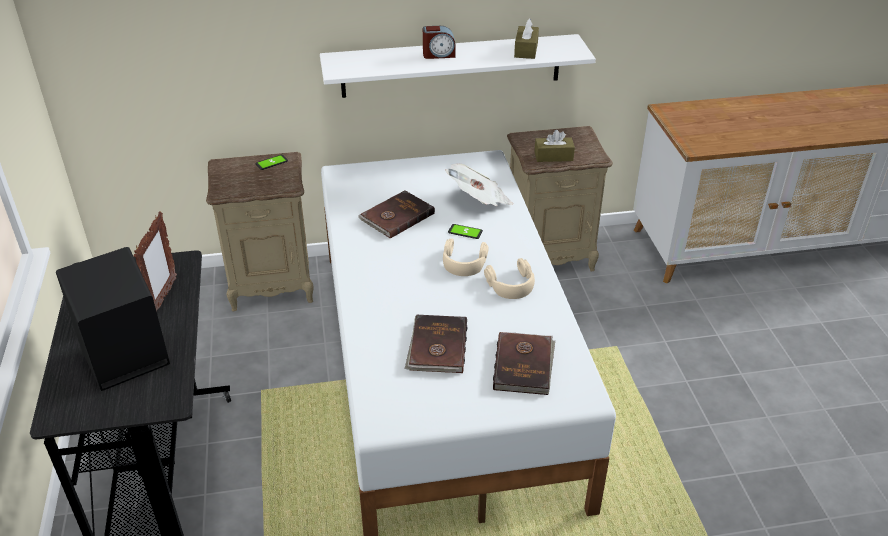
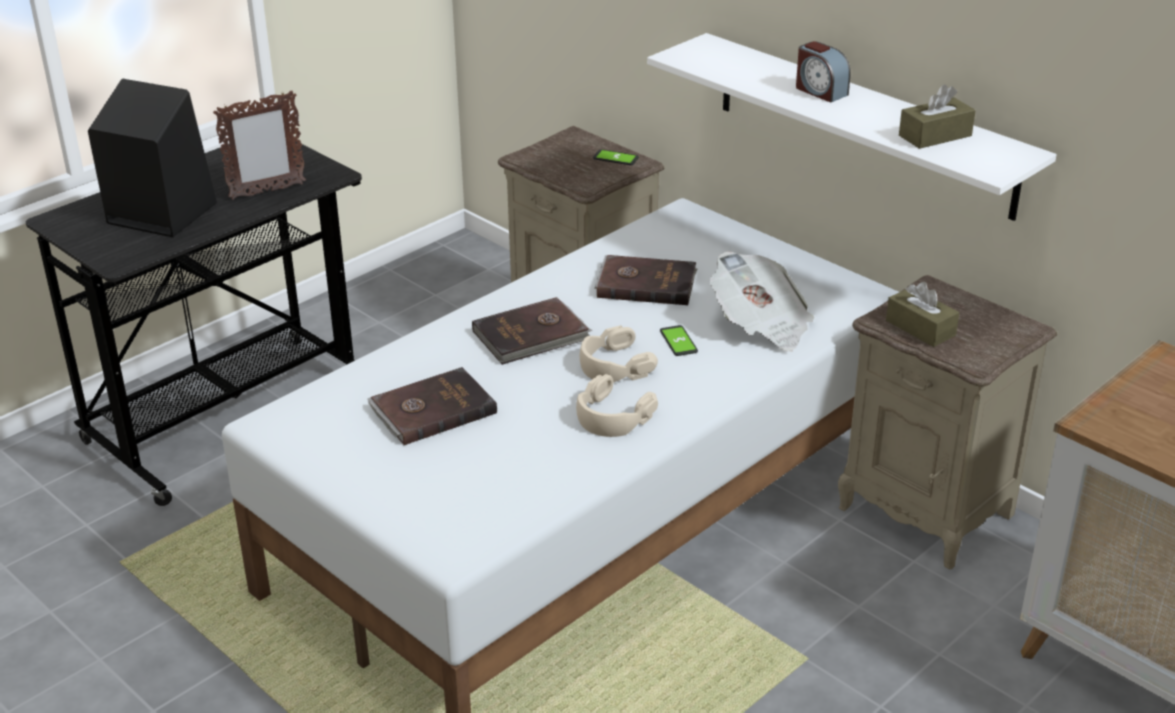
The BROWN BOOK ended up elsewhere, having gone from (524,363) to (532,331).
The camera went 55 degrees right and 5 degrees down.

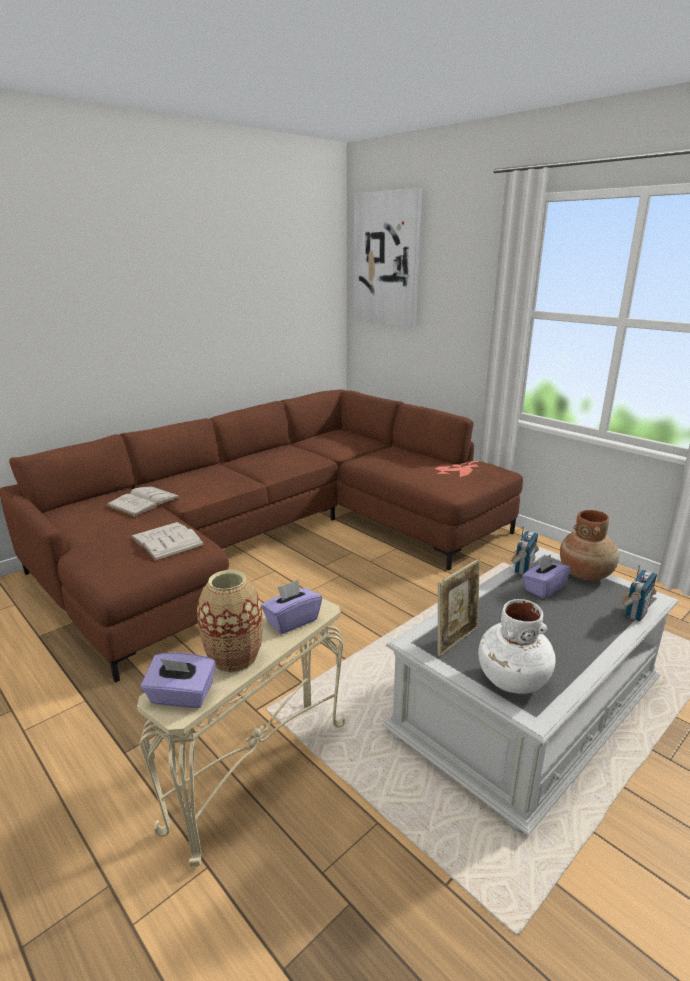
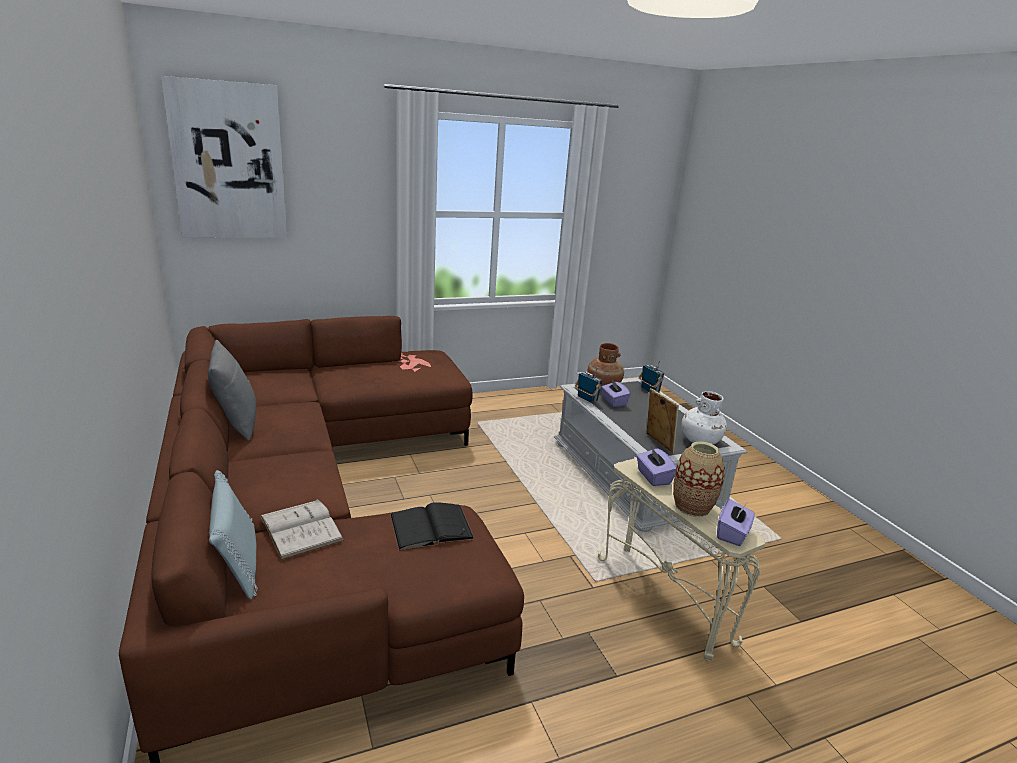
What was the WHITE BOOK at (168,541) turned into the BLACK BOOK at (432,526).
The second view gained the GREY PILLOW at (232,390).
The second view gained the BLUE PILLOW at (233,534).
The camera went 70 degrees left and 0 degrees up.

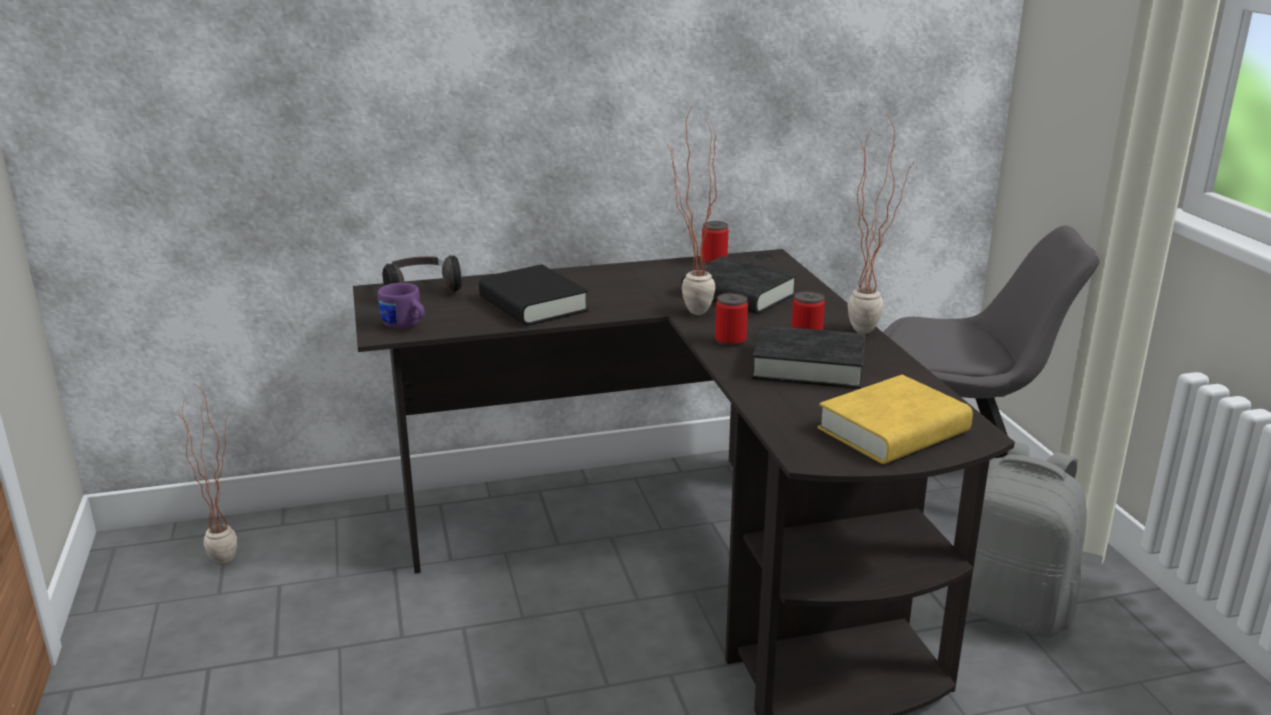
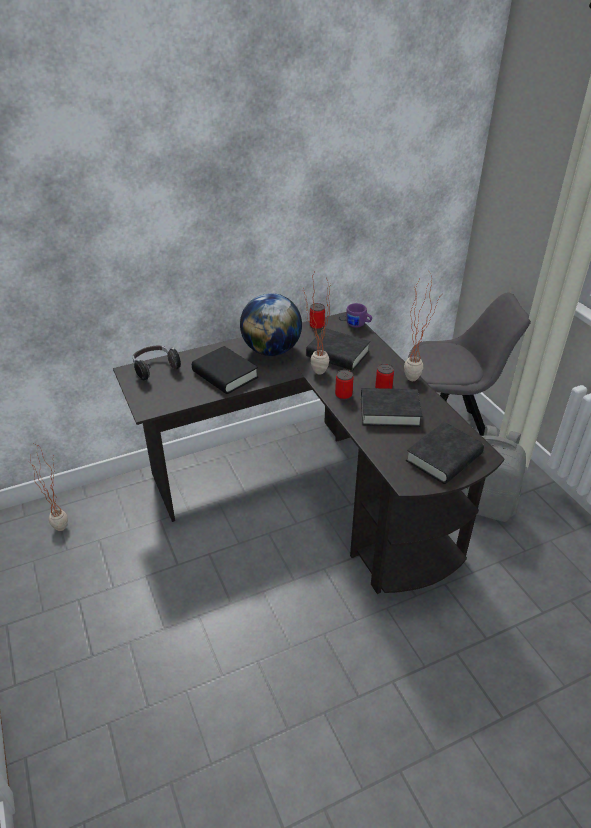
The PURPLE MUG ended up elsewhere, having gone from (401,306) to (359,315).
What was the YELLOW BOOK at (895,419) turned into the BLACK BOOK at (445,453).
The second view gained the GLOBE at (271,324).
The camera went 10 degrees left and 15 degrees up.

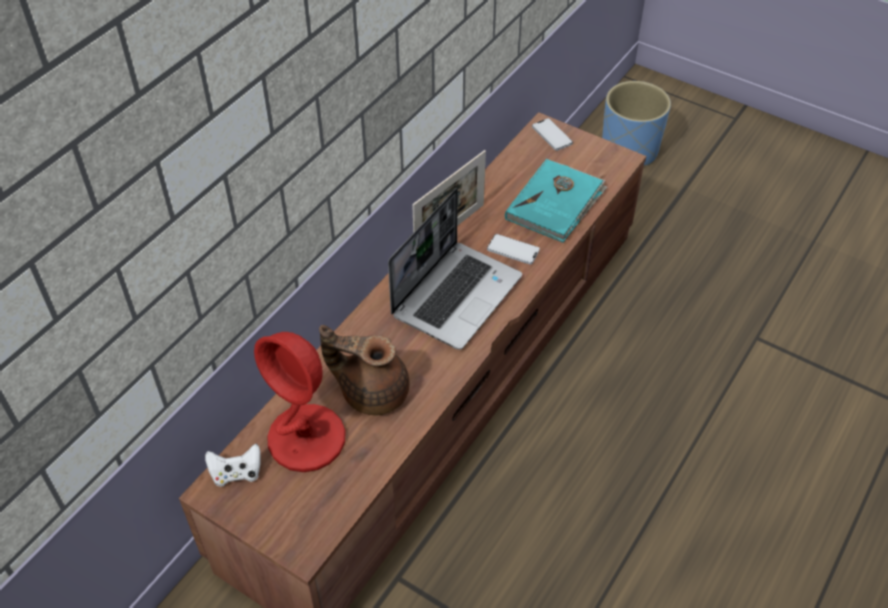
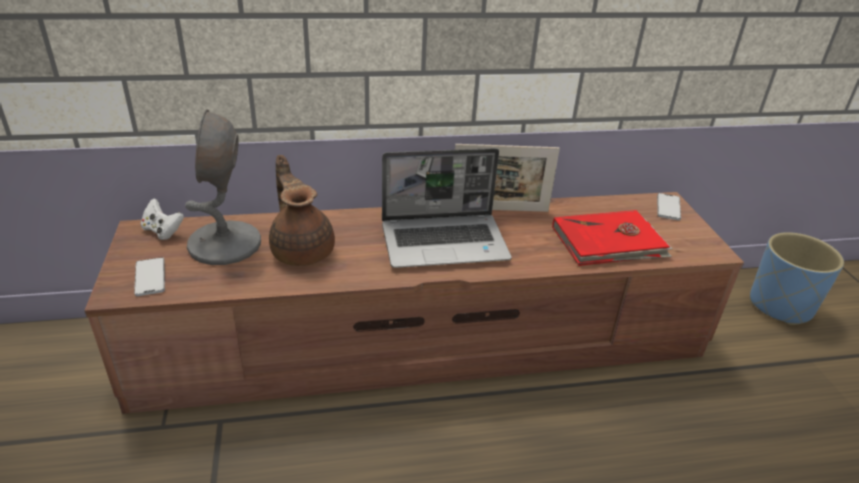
What was the RED TABLE LAMP at (300,402) turned into the GREY TABLE LAMP at (223,187).
The PHONE ended up elsewhere, having gone from (513,249) to (149,276).
What was the TURQUOISE BOOK at (556,201) turned into the RED BOOK at (612,238).
The camera went 45 degrees right and 15 degrees down.

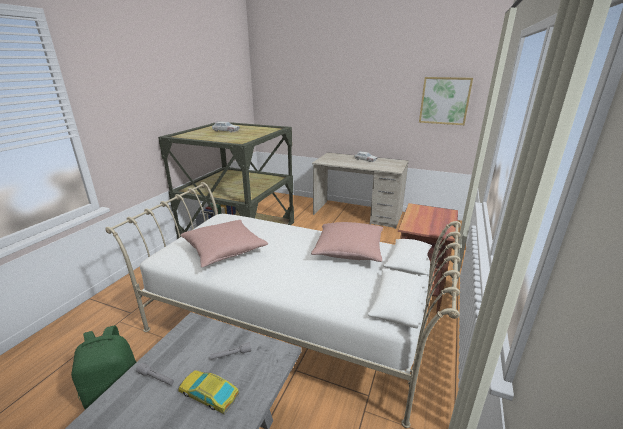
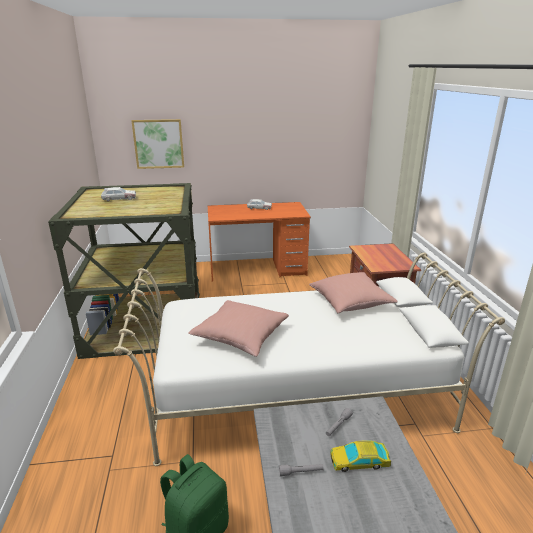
What was the BEIGE DESK at (360,190) turned into the ORANGE DESK at (259,242).
The PICTURE ended up elsewhere, having gone from (446,101) to (157,144).
The camera went 30 degrees left and 0 degrees up.

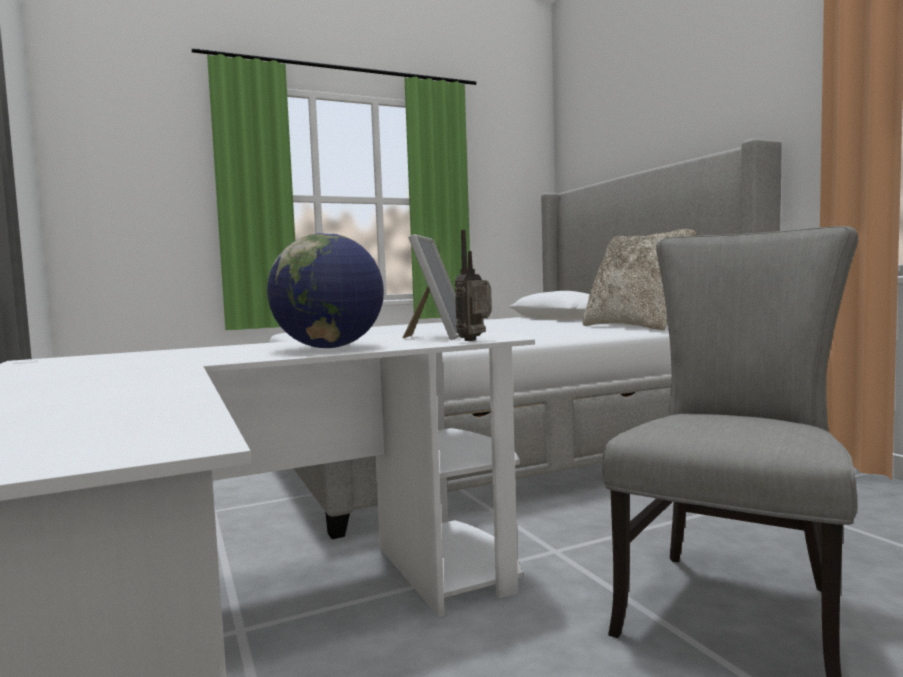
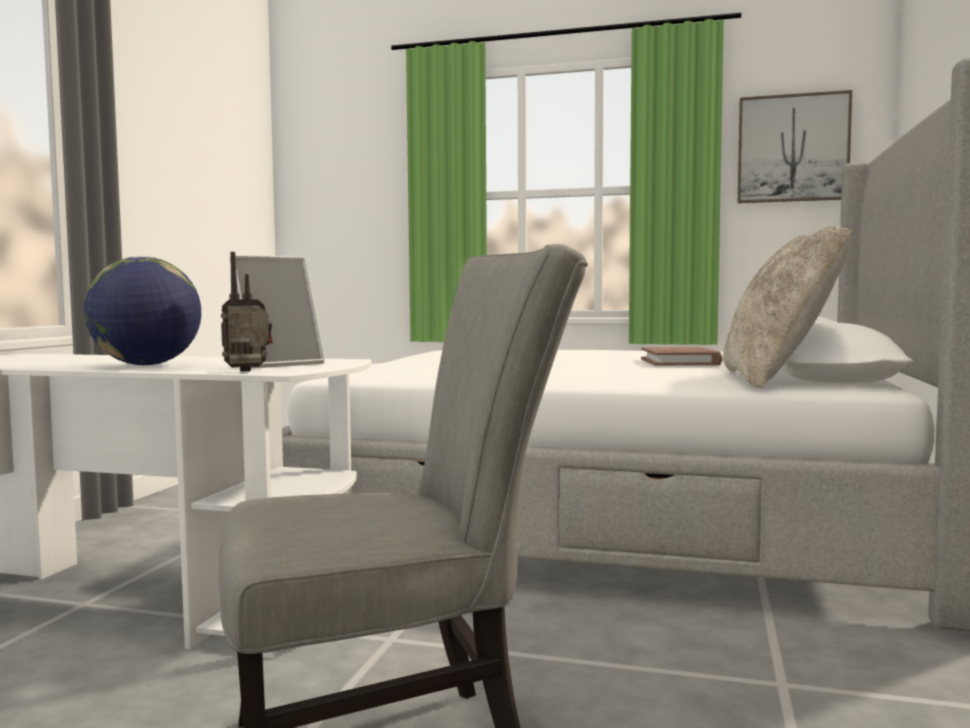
The second view gained the BROWN BOOK at (682,356).
The second view gained the PICTURE at (795,146).
The camera went 40 degrees right and 0 degrees up.

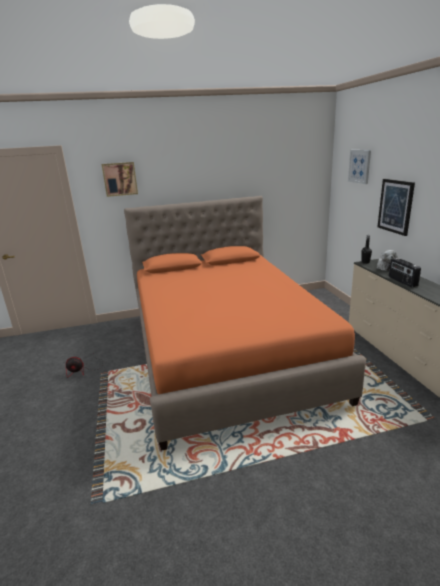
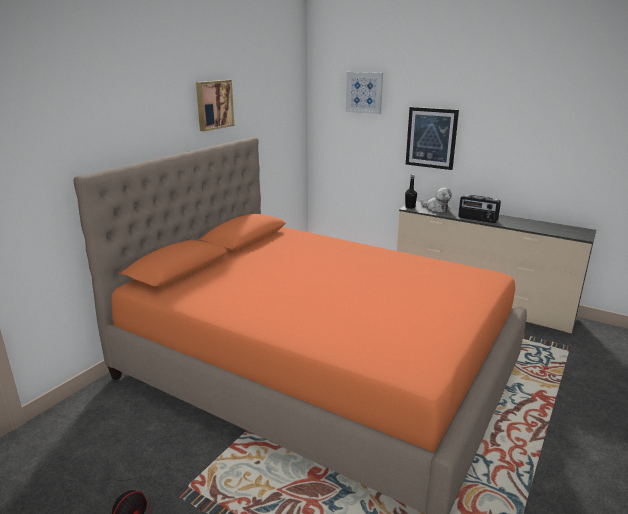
The PICTURE ended up elsewhere, having gone from (120,179) to (215,105).
The camera went 45 degrees left and 0 degrees up.

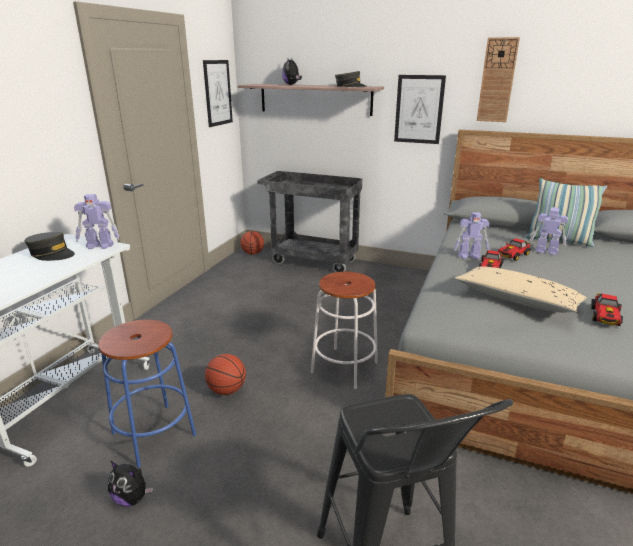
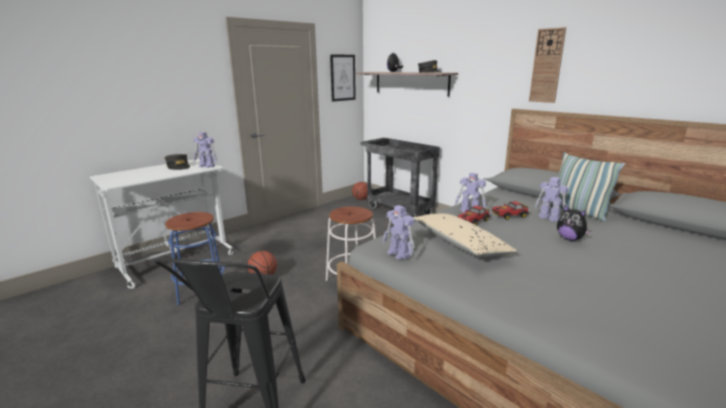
The PLUSH TOY ended up elsewhere, having gone from (130,484) to (574,223).
The second view lost the PICTURE at (420,109).
The second view lost the TOY CAR at (607,309).
The second view gained the TOY ROBOT at (399,232).
The camera went 25 degrees right and 5 degrees down.

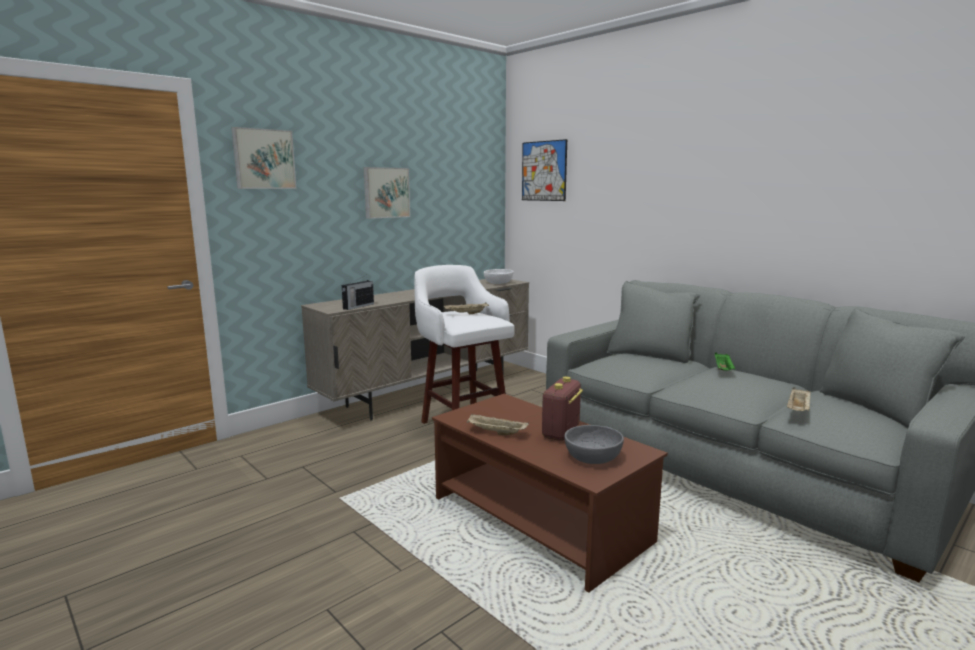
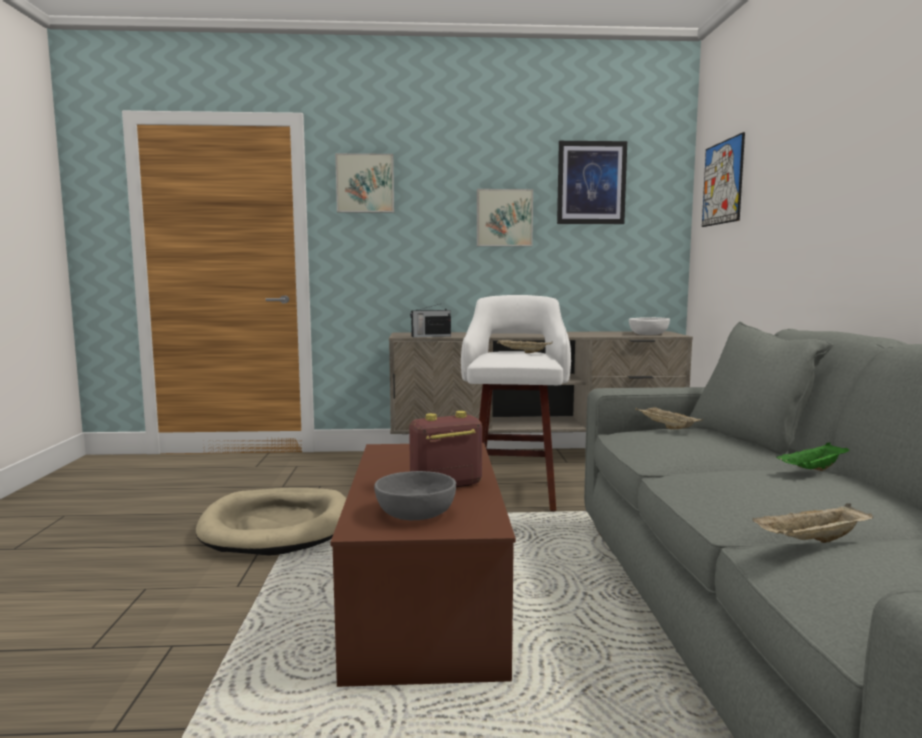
The BEIGE TRAY ended up elsewhere, having gone from (498,424) to (669,418).
The second view gained the BEIGE DOG BED at (271,522).
The second view gained the PICTURE at (592,182).
The camera went 40 degrees right and 5 degrees down.

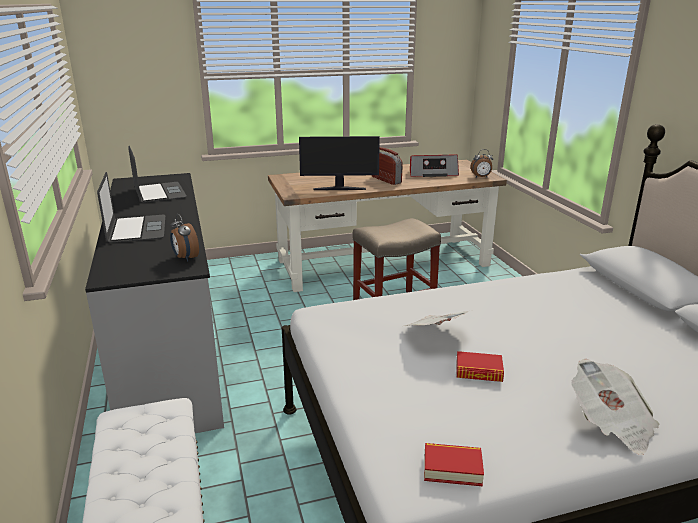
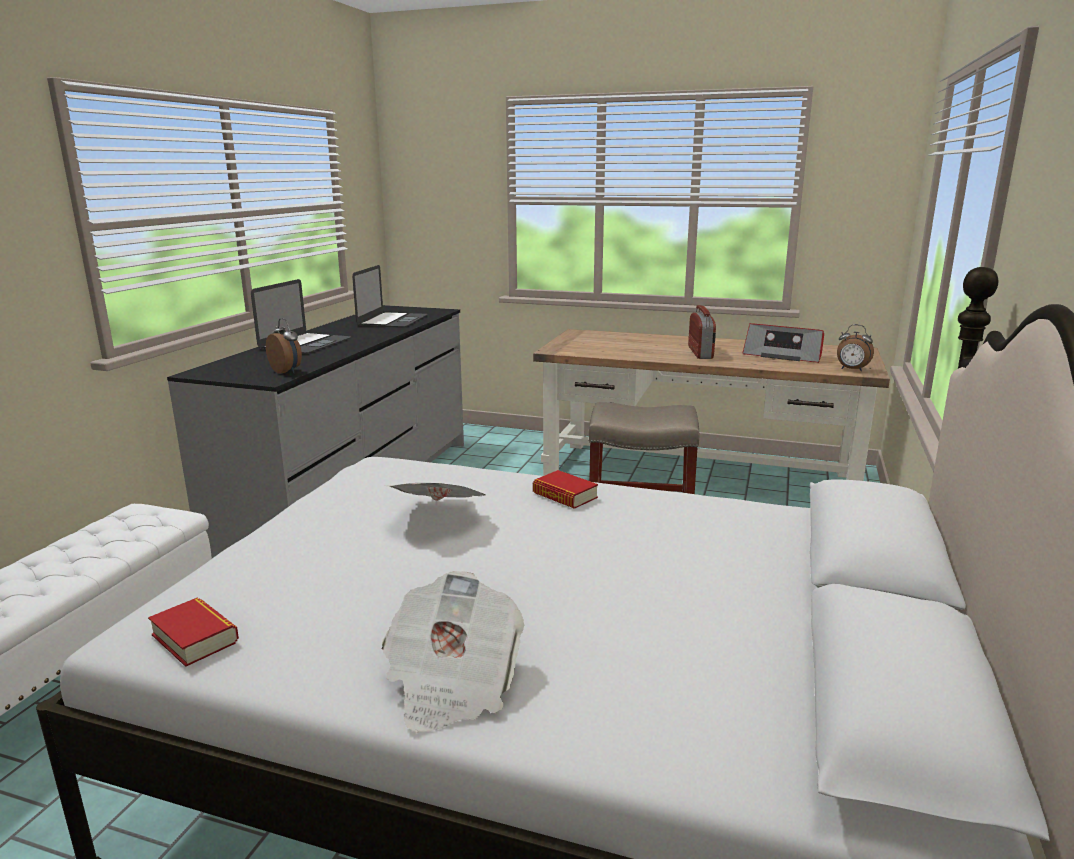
The ALARM CLOCK at (184,238) ended up facing another way, 135 degrees clockwise from before.
The second view lost the MONITOR at (339,163).
The BOOK ended up elsewhere, having gone from (480,366) to (565,489).
The camera went 35 degrees right and 5 degrees down.

